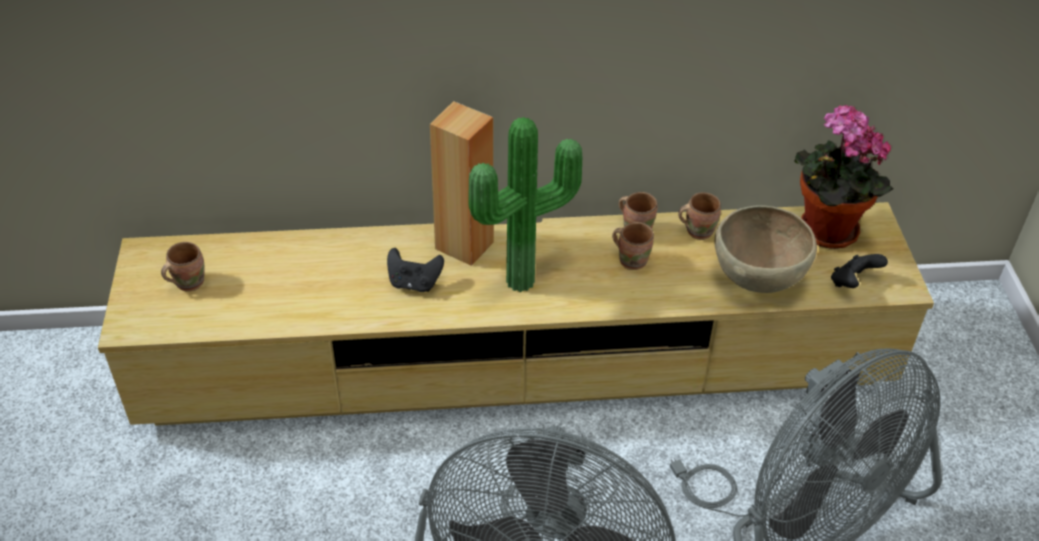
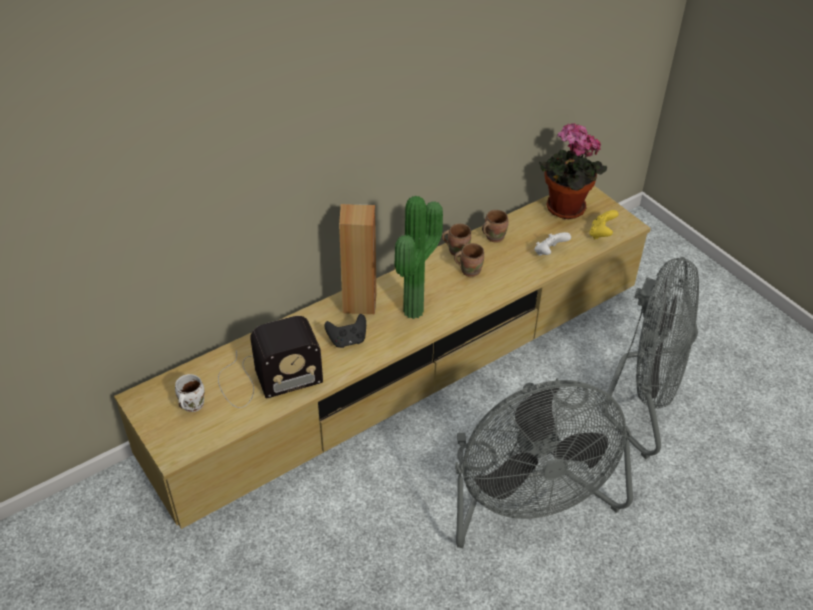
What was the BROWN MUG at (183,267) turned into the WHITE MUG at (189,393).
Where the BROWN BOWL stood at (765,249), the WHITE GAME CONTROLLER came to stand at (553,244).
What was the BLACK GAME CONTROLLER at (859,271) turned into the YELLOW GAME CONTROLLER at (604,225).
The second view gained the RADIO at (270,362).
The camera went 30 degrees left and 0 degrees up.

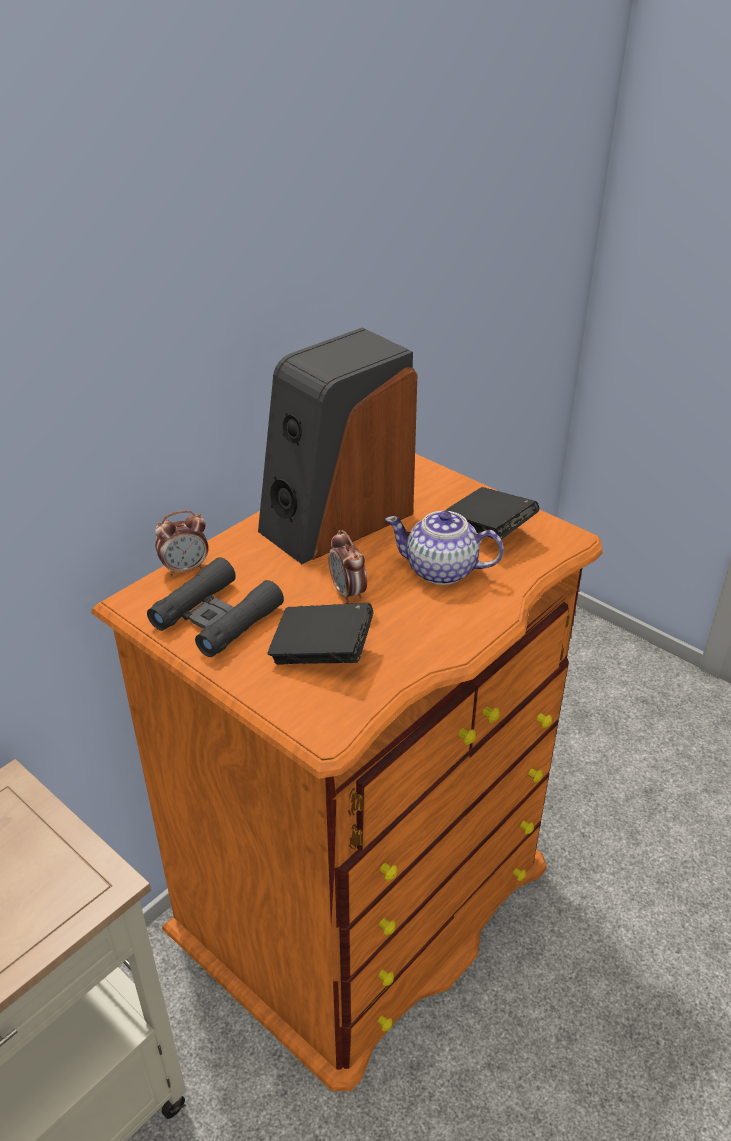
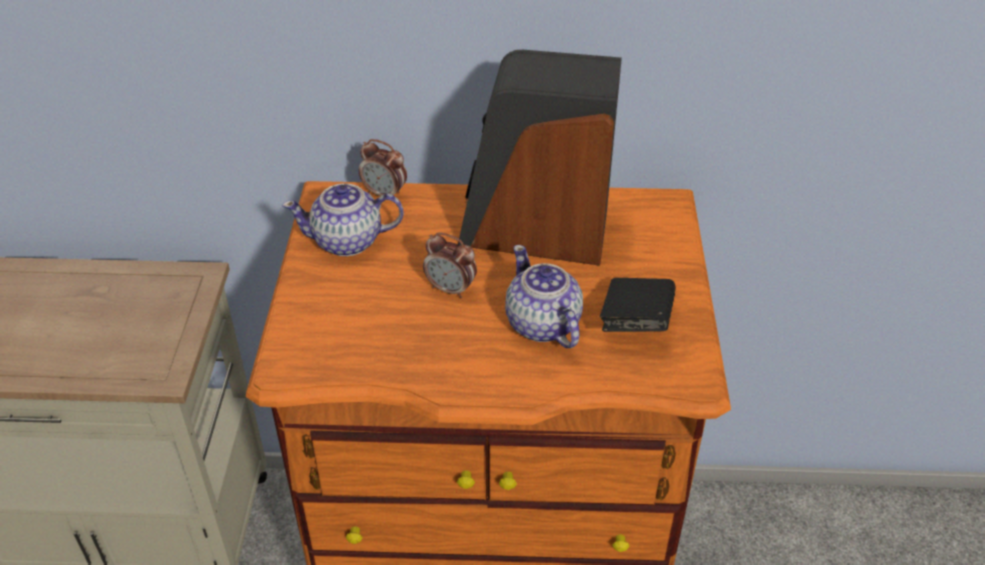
Where the BLACK BINOCULARS stood at (215,607), the TEAPOT came to stand at (343,219).
The second view lost the BLACK BOOK at (320,633).
The ALARM CLOCK at (348,567) ended up facing another way, 90 degrees counterclockwise from before.
The camera went 50 degrees right and 5 degrees up.

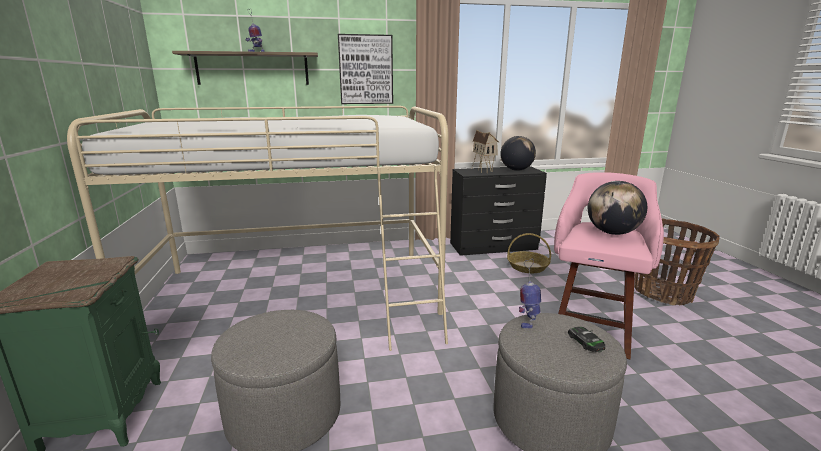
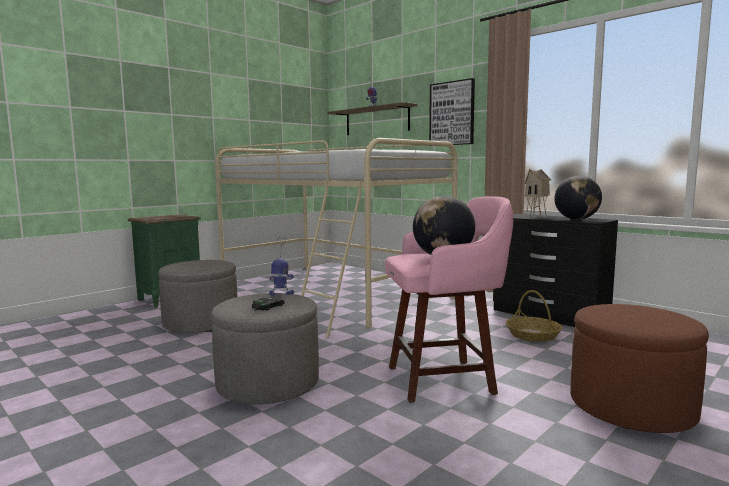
Where the BASKET stood at (677,262), the BROWN OTTOMAN came to stand at (639,368).
The camera went 55 degrees right and 10 degrees down.

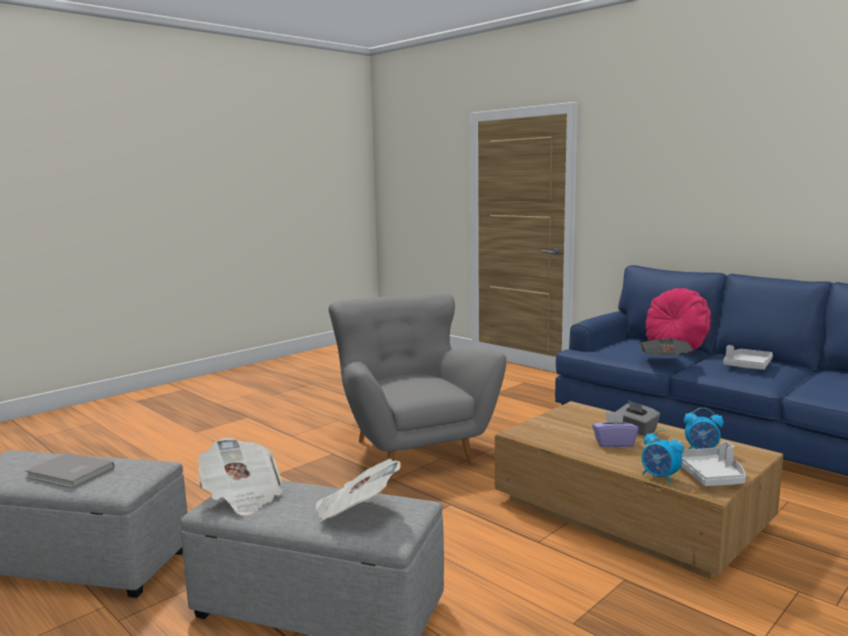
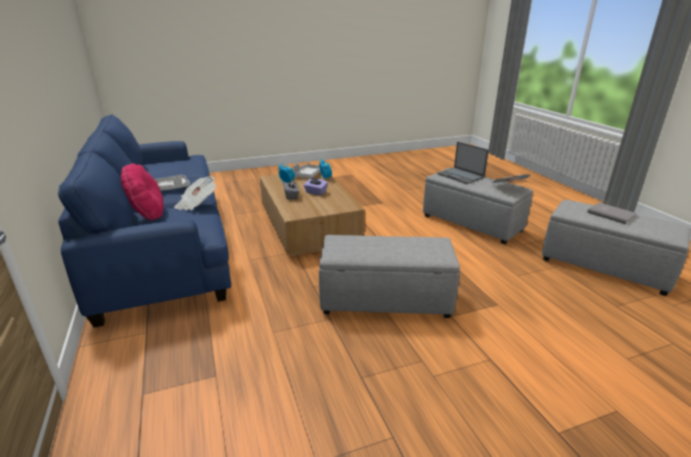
Where the NEWSPAPER stood at (358,490), the LAPTOP came to stand at (463,163).
Where the GREY ARMCHAIR stood at (417,386), the GREY OTTOMAN came to stand at (389,276).
The camera went 155 degrees left and 15 degrees up.

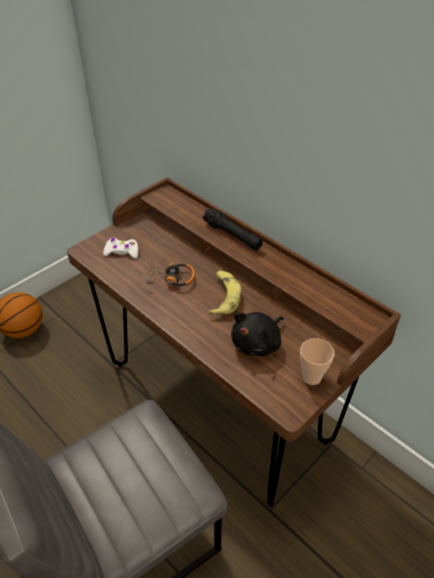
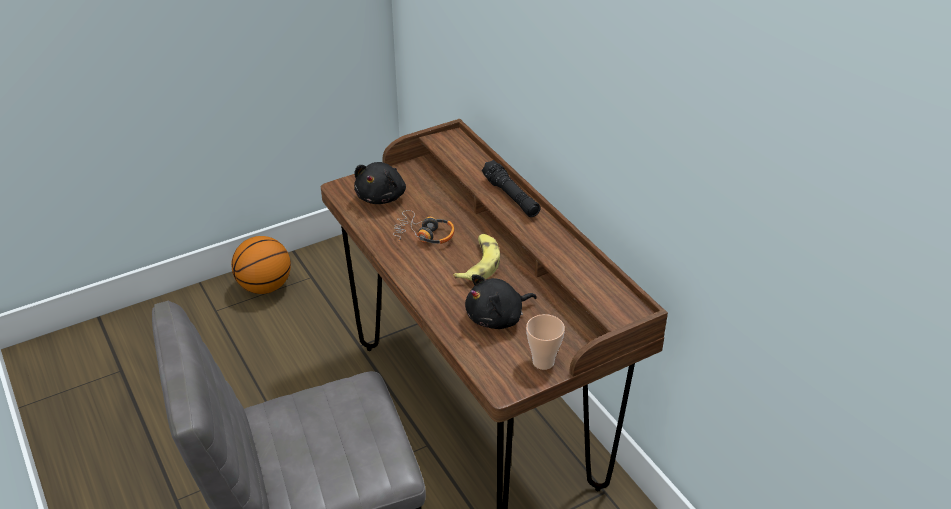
Where the WHITE GAME CONTROLLER stood at (120,248), the BLACK PLUSH TOY came to stand at (380,183).
The camera went 15 degrees right and 5 degrees down.

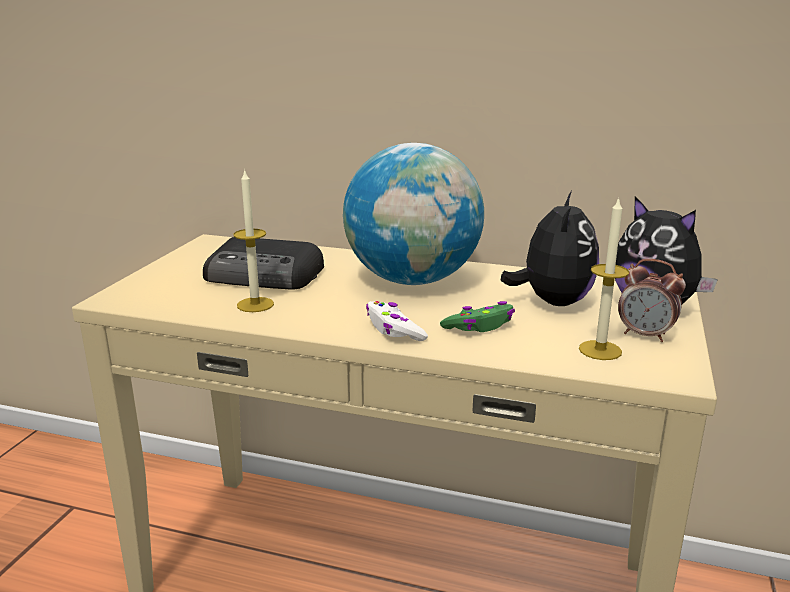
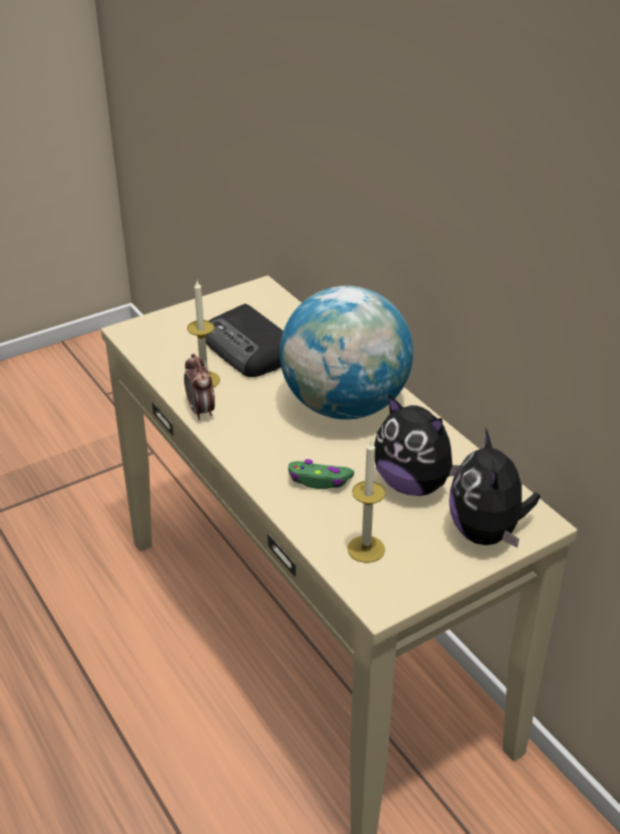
The second view lost the WHITE GAME CONTROLLER at (397,321).
The PLUSH TOY at (549,248) ended up facing another way, 75 degrees clockwise from before.
The ALARM CLOCK ended up elsewhere, having gone from (652,300) to (199,387).
The camera went 40 degrees right and 15 degrees up.

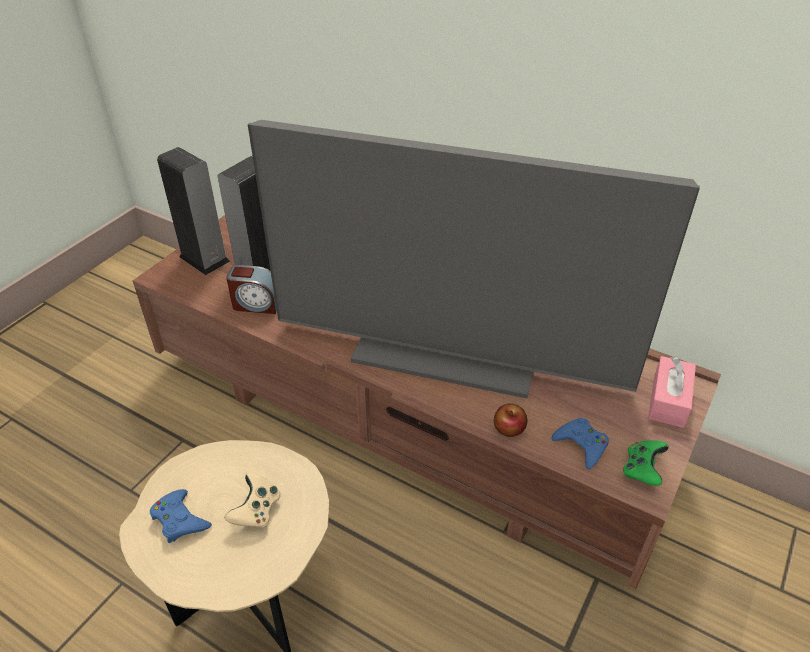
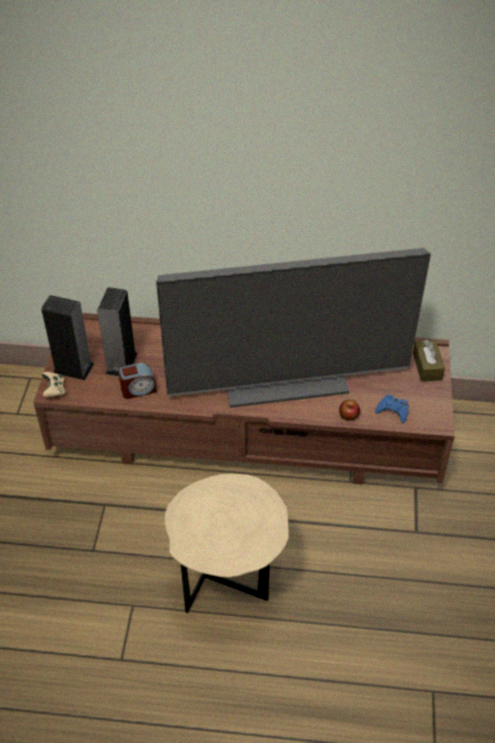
The second view lost the BLUE GAME CONTROLLER at (181,516).
The BEIGE GAME CONTROLLER ended up elsewhere, having gone from (252,500) to (53,384).
The second view lost the GREEN GAME CONTROLLER at (646,463).
What was the PINK TISSUE BOX at (672,392) turned into the BROWN TISSUE BOX at (429,361).
The camera went 25 degrees left and 5 degrees up.

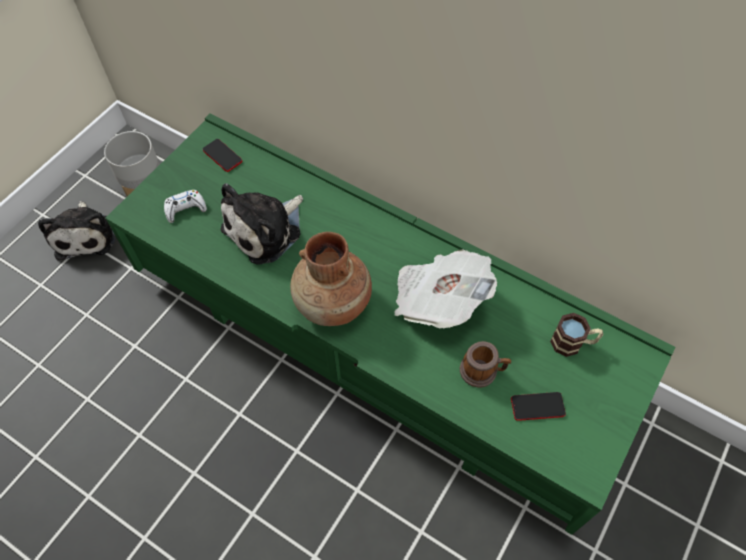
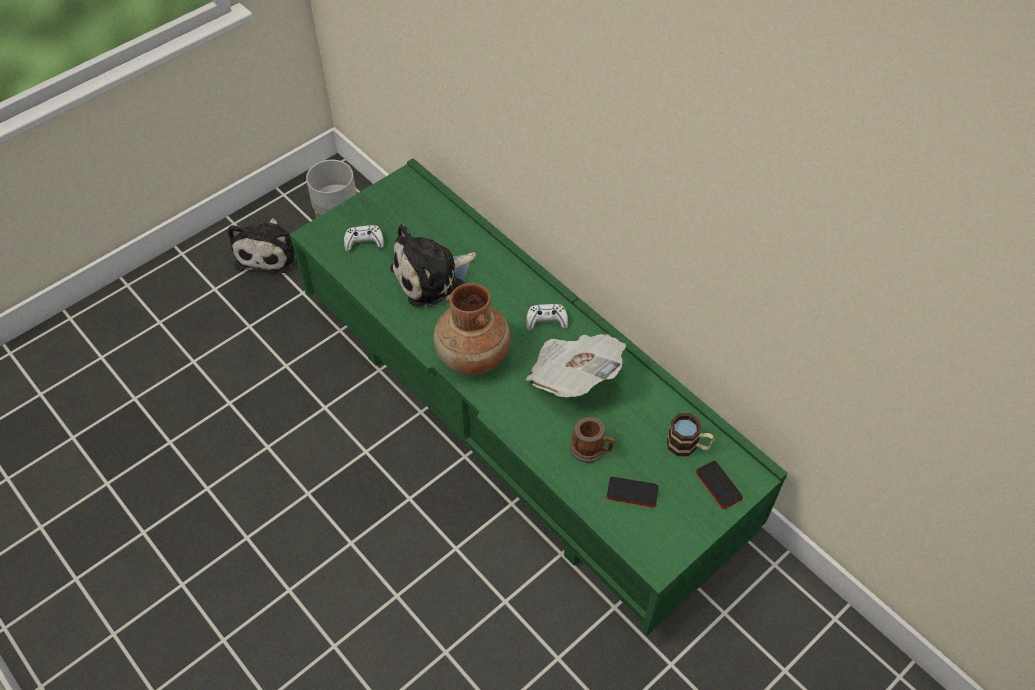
The PHONE ended up elsewhere, having gone from (222,155) to (719,484).
The second view gained the WHITE GAME CONTROLLER at (547,317).
The camera went 15 degrees right and 5 degrees down.

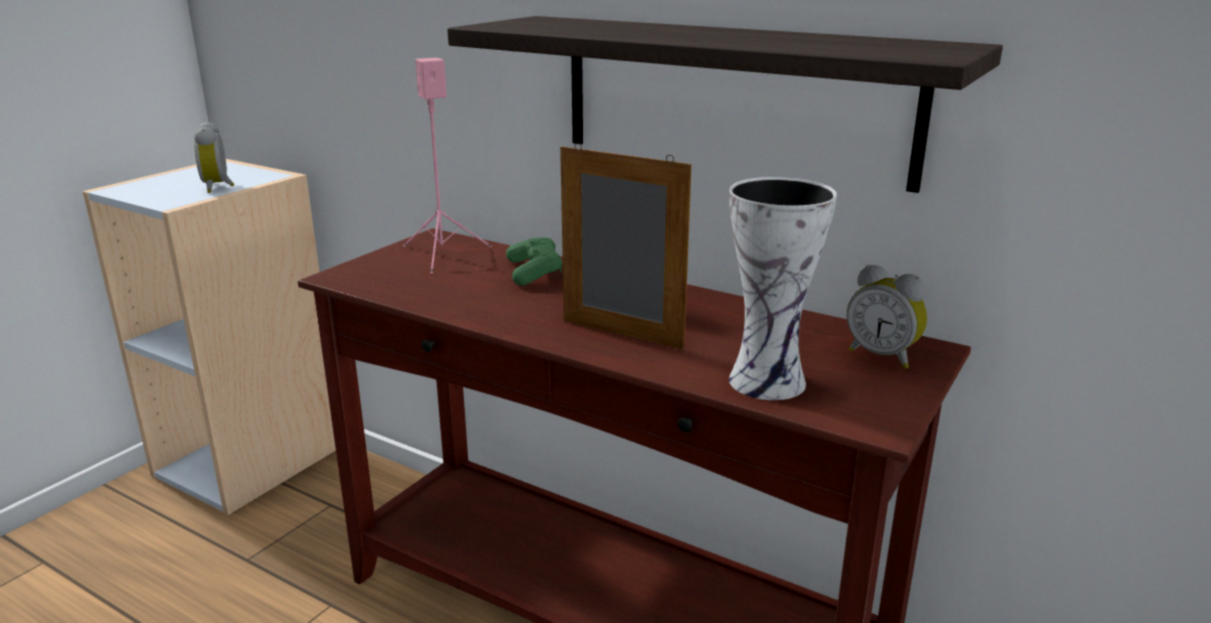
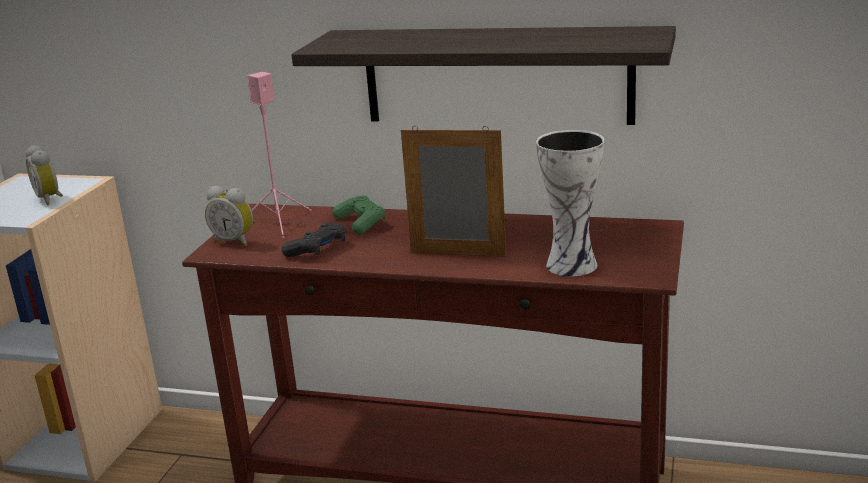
The ALARM CLOCK ended up elsewhere, having gone from (887,316) to (229,216).
The second view gained the BLACK GAME CONTROLLER at (313,239).
The camera went 15 degrees left and 0 degrees up.

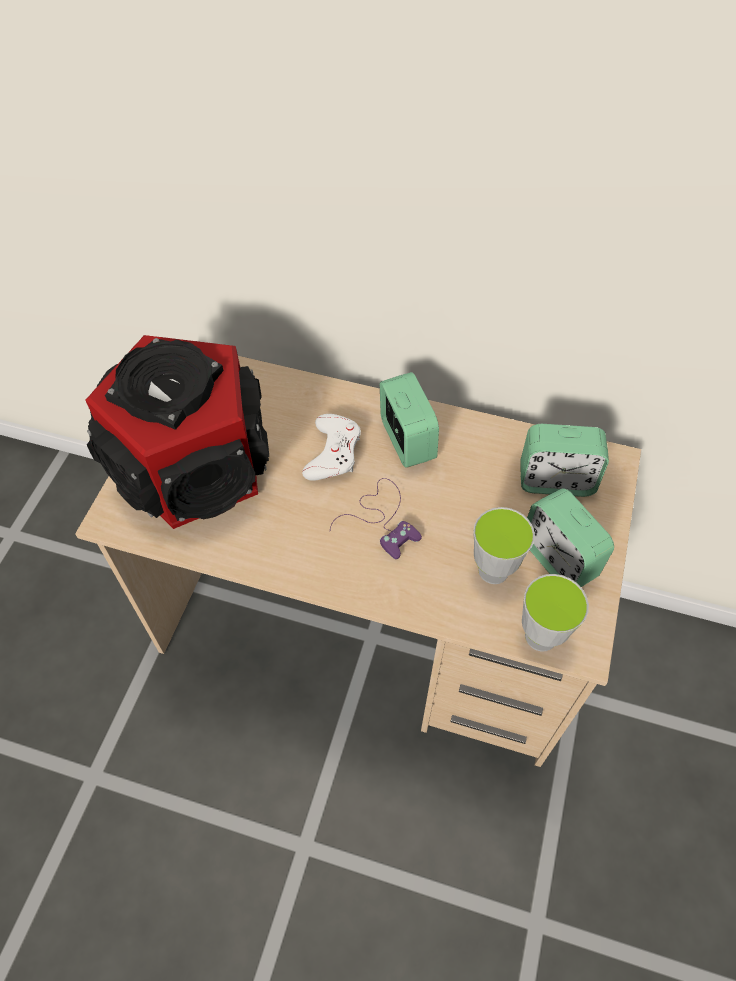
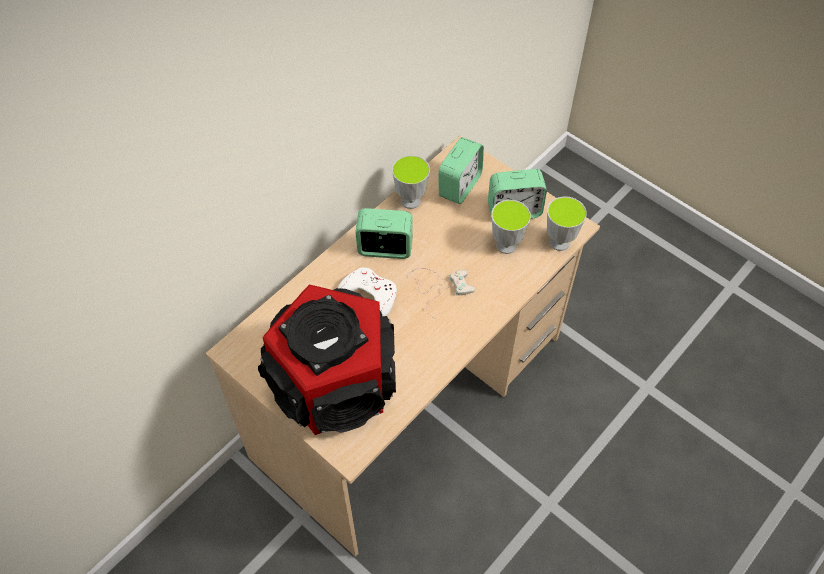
What was the PURPLE GAME CONTROLLER at (376,518) turned into the WHITE GAME CONTROLLER at (442,293).
The second view gained the CUP at (411,182).
The camera went 65 degrees left and 0 degrees up.

